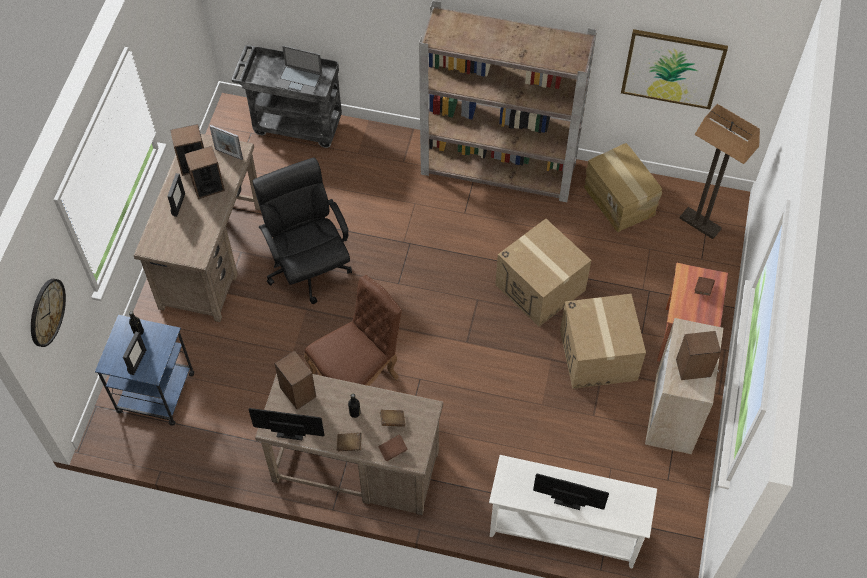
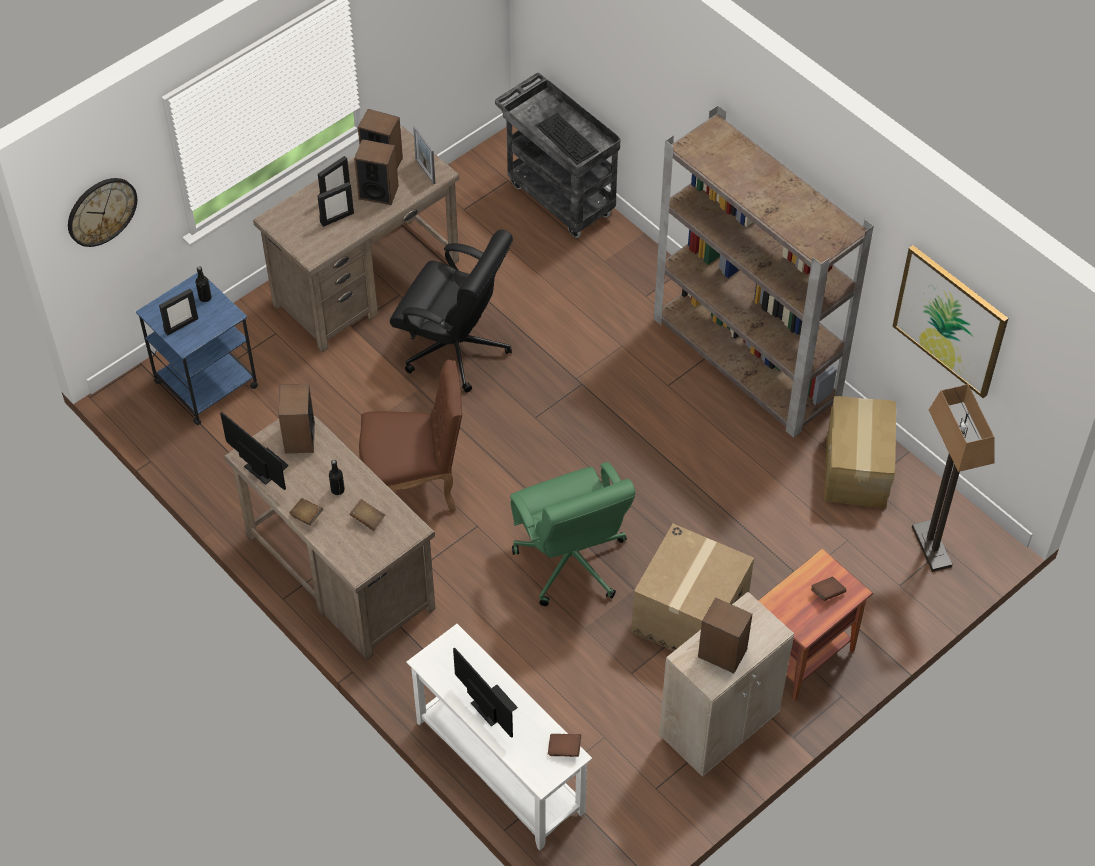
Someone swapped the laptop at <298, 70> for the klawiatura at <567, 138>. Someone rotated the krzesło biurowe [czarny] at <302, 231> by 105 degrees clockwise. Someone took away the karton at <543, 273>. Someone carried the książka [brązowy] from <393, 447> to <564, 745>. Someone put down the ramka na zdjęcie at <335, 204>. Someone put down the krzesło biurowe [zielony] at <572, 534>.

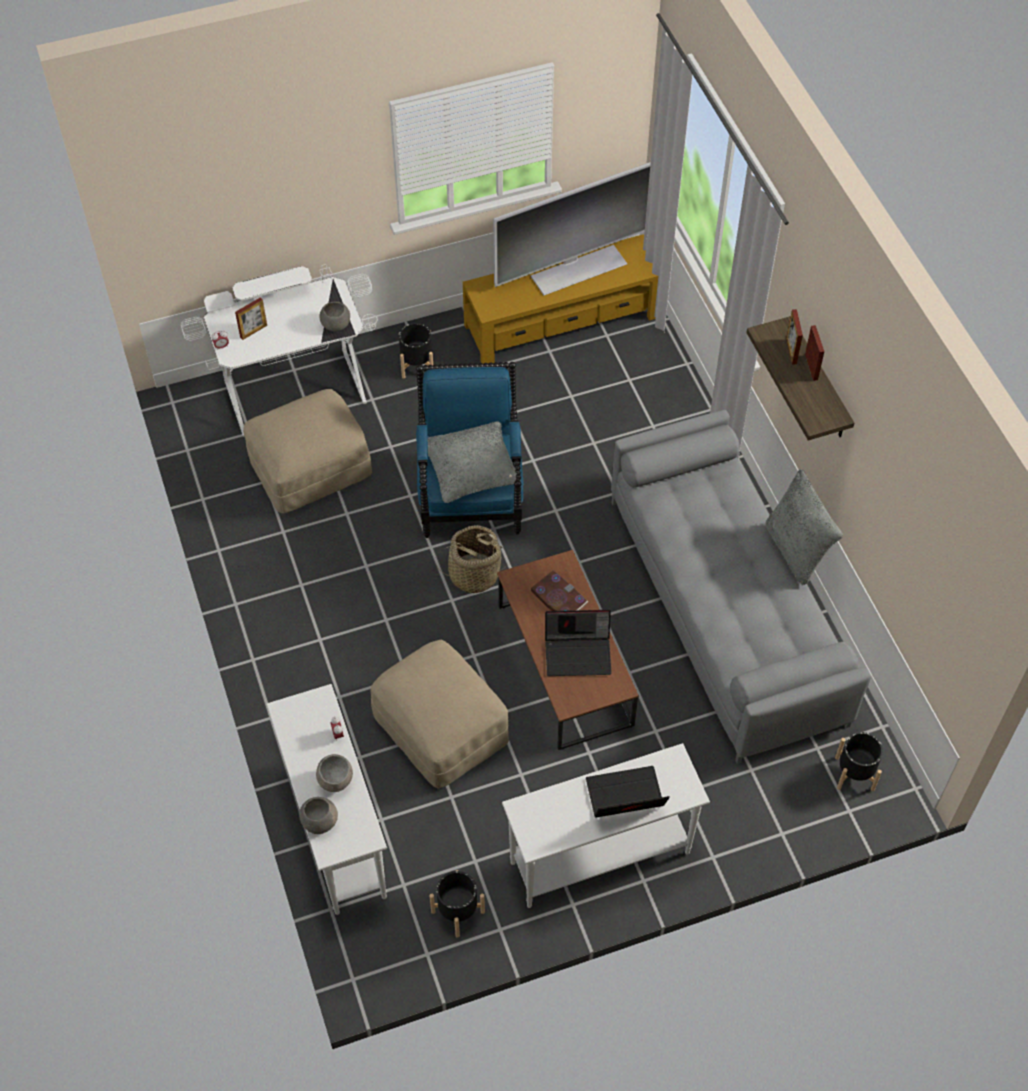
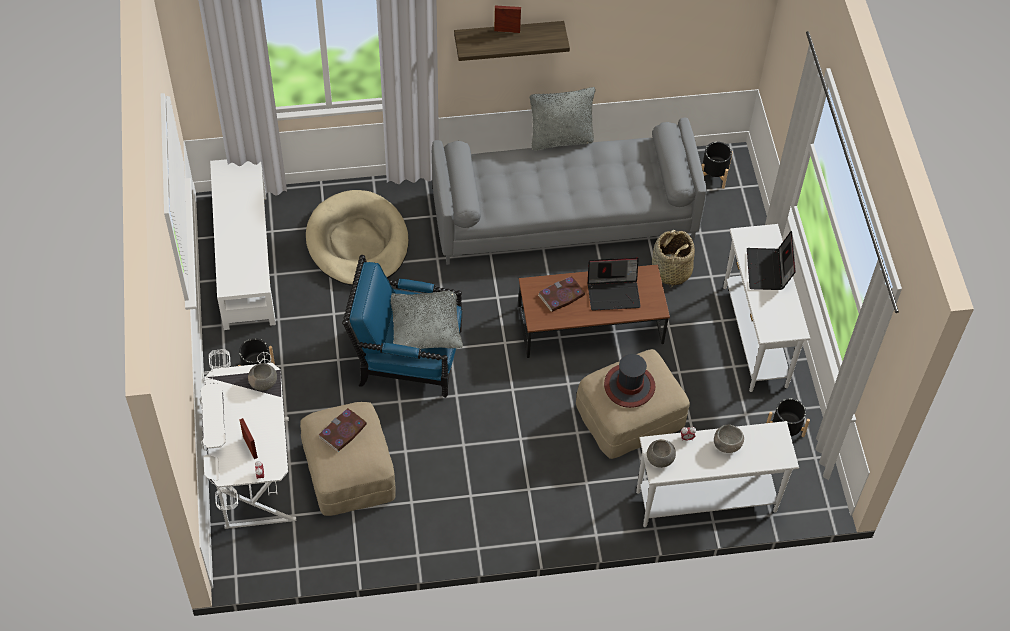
Someone took away the telewizor at <572, 228>. Someone repainted the szafka pod telewizor [żółty] at <560, 299>, which became the szafka pod telewizor [biały] at <243, 244>. Someone took away the ramka na zdjęcie at <794, 337>. Someone carried the koszyk from <470, 559> to <673, 259>. Someone rotated the laptop at <578, 643> by 75 degrees clockwise. Someone carried the miska [szary] from <318, 815> to <661, 453>. Someone put down the legowisko [beżowy] at <357, 238>. Someone put down the kapelusz at <629, 381>. Someone put down the książka at <343, 430>.

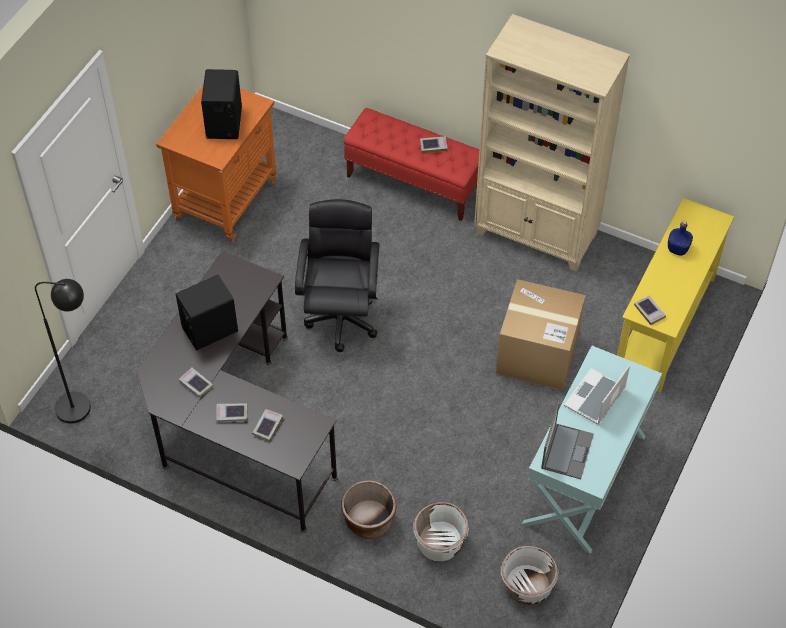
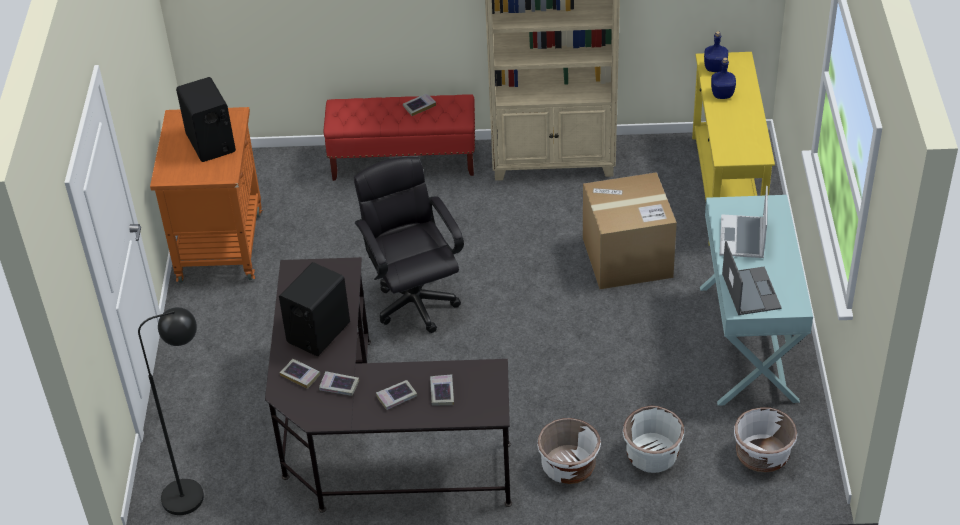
Someone carried the książka from <650, 310> to <300, 374>. Someone repainted the donica [brązowy] at <369, 509>, which became the donica [biały] at <569, 451>. Someone put down the butelka [niebieski] at <716, 51>.

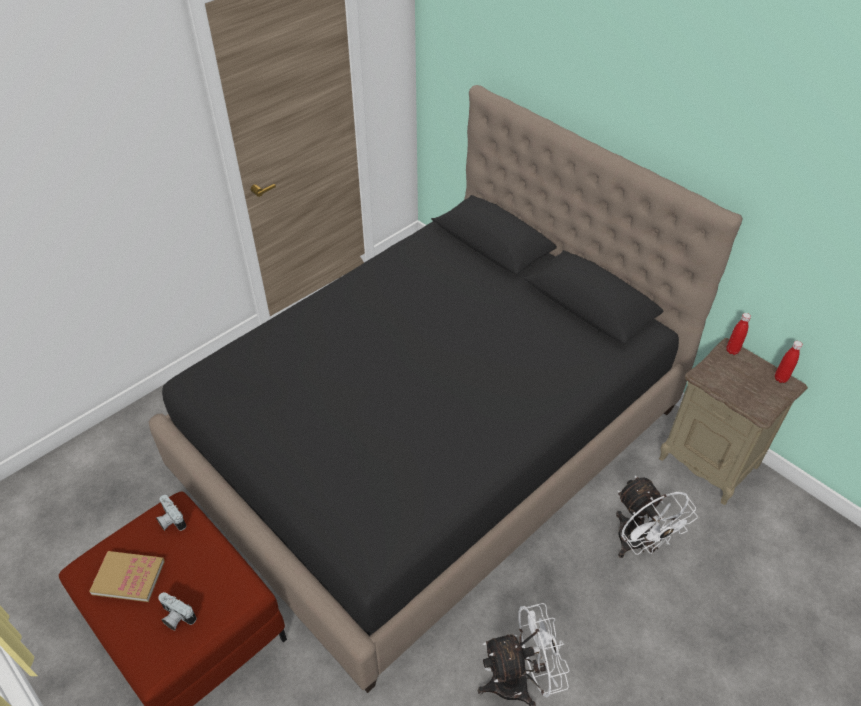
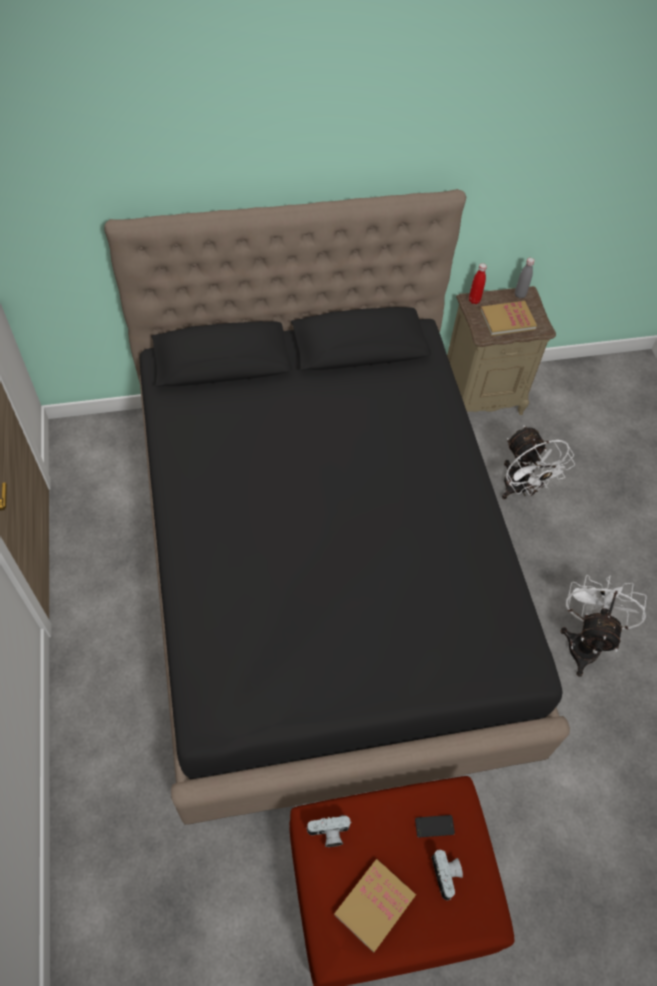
Someone repainted the butelka [czerwony] at <789, 362>, which became the butelka [szary] at <525, 278>. Someone rotated the wentylator [biały] at <657, 517> by 60 degrees clockwise. Someone rotated the aparat fotograficzny at <177, 611> by 75 degrees counterclockwise. Someone put down the książka at <508, 318>. Someone put down the telefon at <435, 826>.

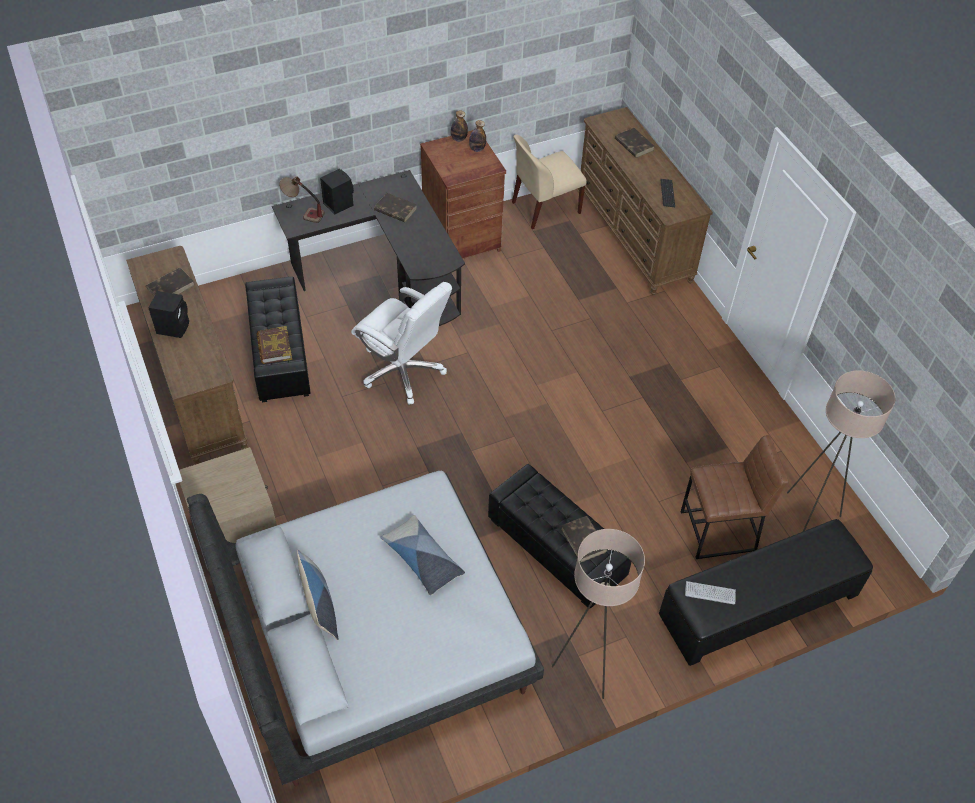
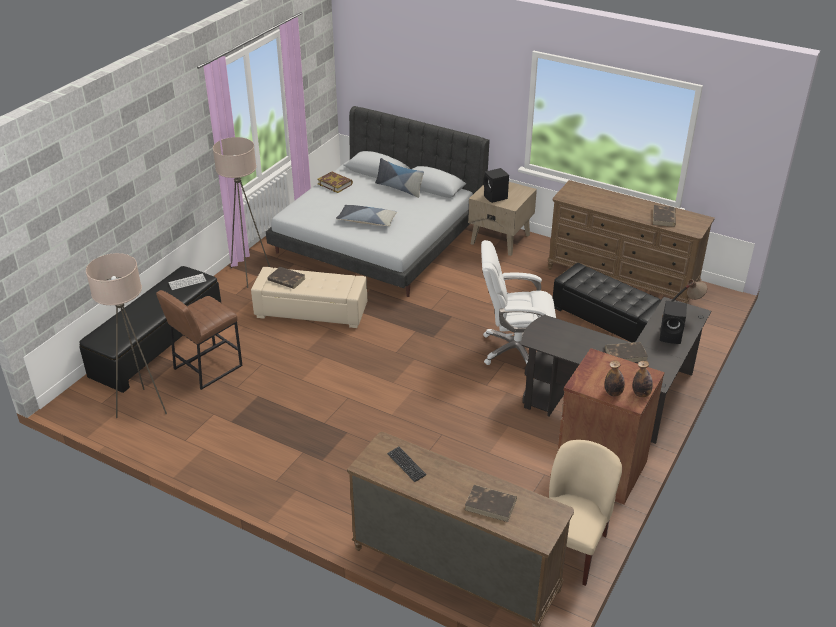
Someone carried the głośnik [czarny] from <168, 314> to <496, 185>. Someone carried the książka from <274, 345> to <335, 182>. Someone repainted the pufa [czarny] at <560, 536>, which became the pufa [beżowy] at <309, 297>.

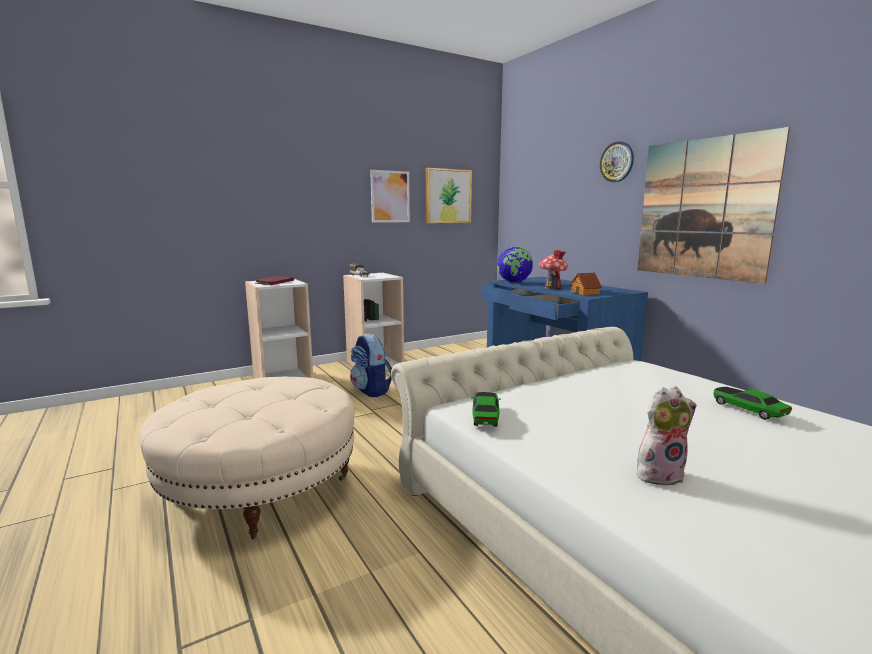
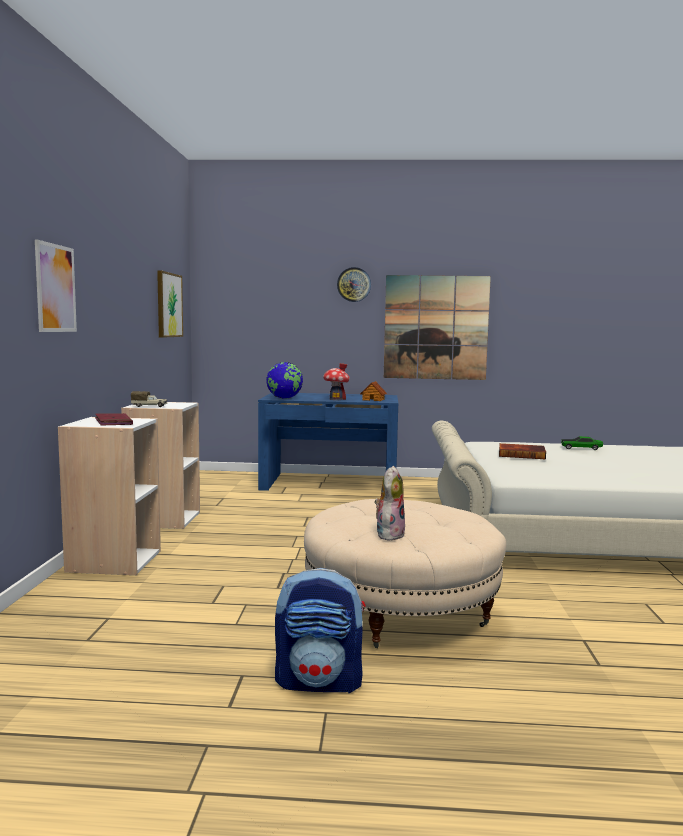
Someone carried the obraz from <390, 196> to <56, 285>. Someone carried the plecak from <371, 365> to <320, 630>. Someone carried the pluszak from <667, 436> to <389, 503>. Someone took away the samochodzik at <486, 409>. Someone put down the książka at <522, 451>.

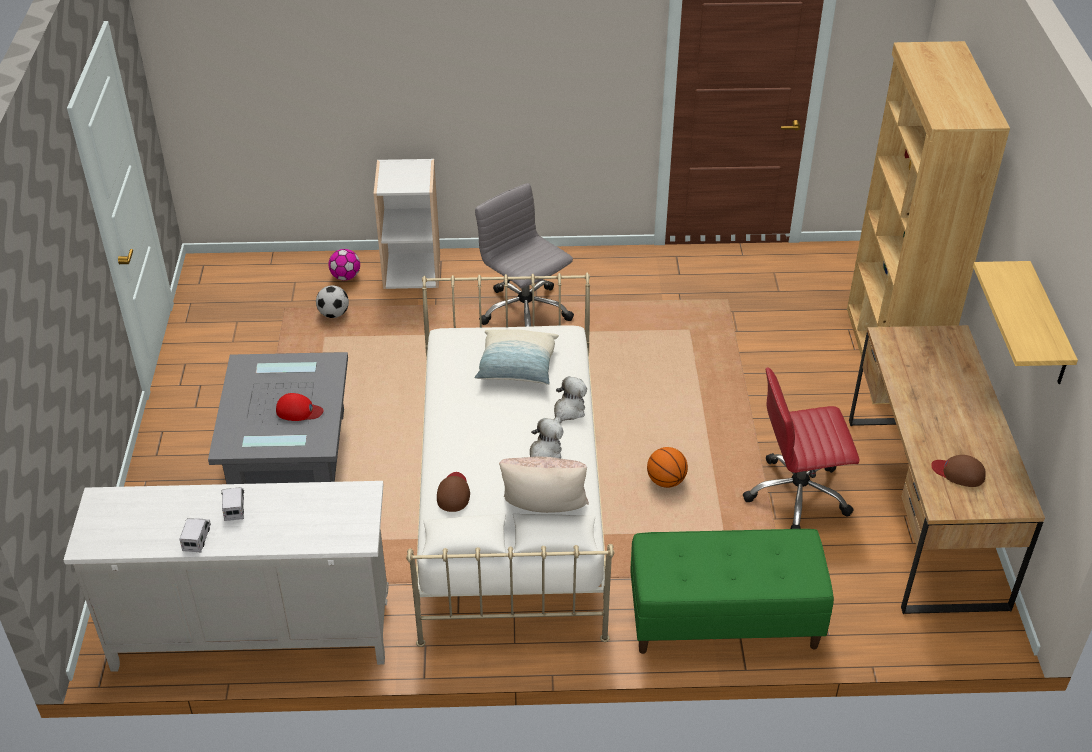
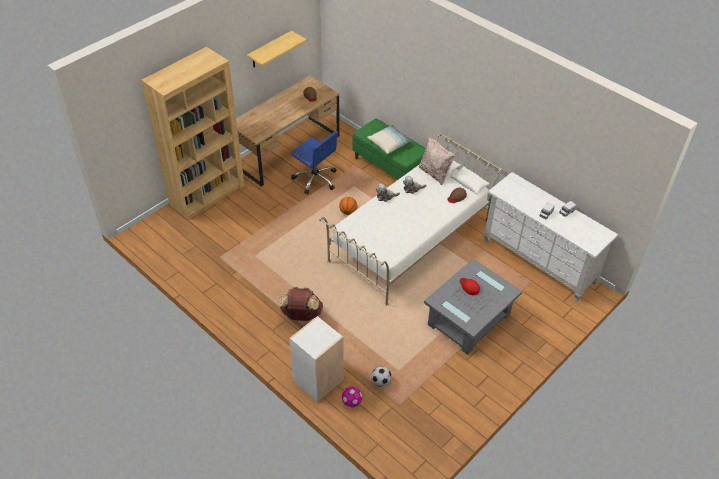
Someone swapped the krzesło biurowe [szary] at <524, 255> for the plecak [brązowy] at <301, 304>. Someone carried the poduszka from <517, 357> to <389, 139>. Someone repainted the krzesło biurowe [czerwony] at <801, 448>, which became the krzesło biurowe [niebieski] at <314, 162>.

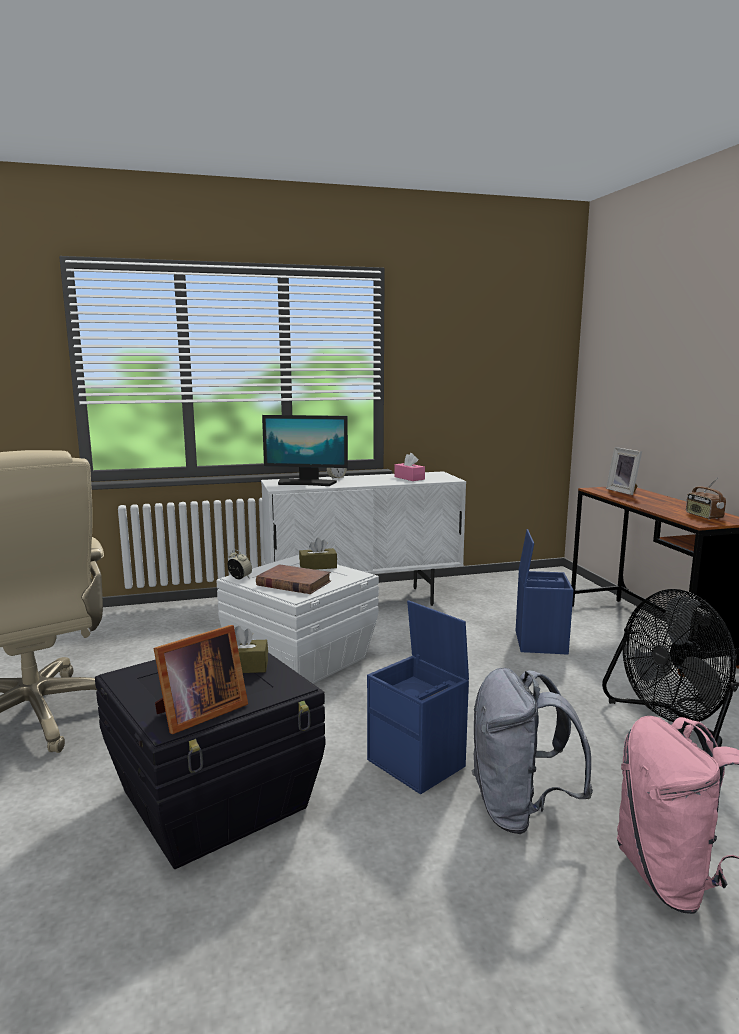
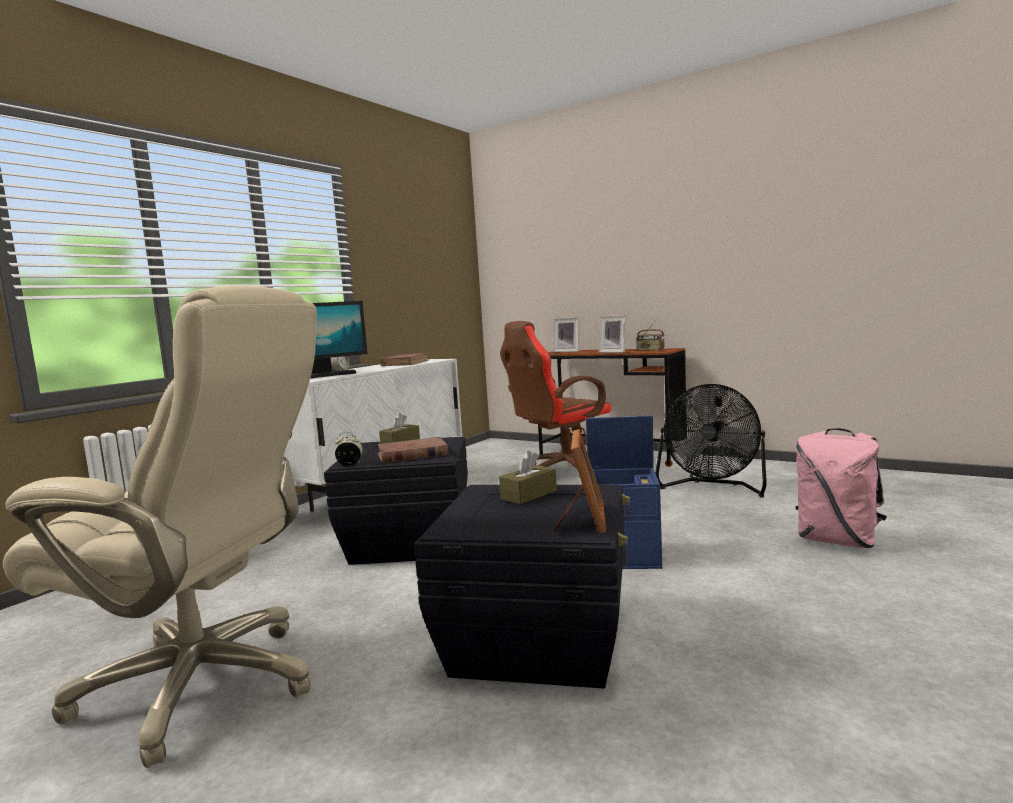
Someone swapped the pudełko chusteczek [różowy] at <409, 467> for the książka [brązowy] at <405, 359>. Someone swapped the pojemnik do przechowywania [niebieski] at <544, 592> for the krzesło biurowe [brązowy] at <555, 395>. Someone repainted the pojemnik do przechowywania [biały] at <297, 619>, which became the pojemnik do przechowywania [czarny] at <396, 501>. Someone took away the plecak [szary] at <532, 751>. Someone put down the ramka na zdjęcie at <612, 334>.

